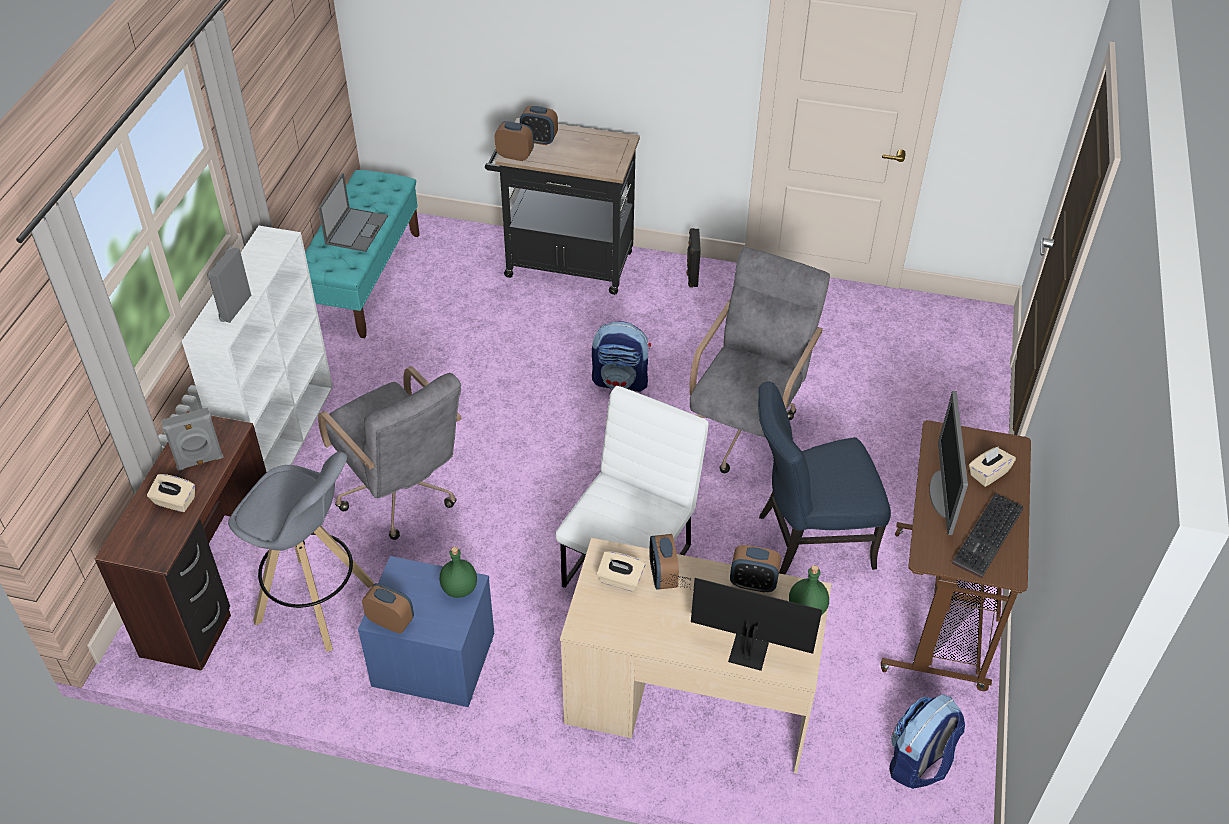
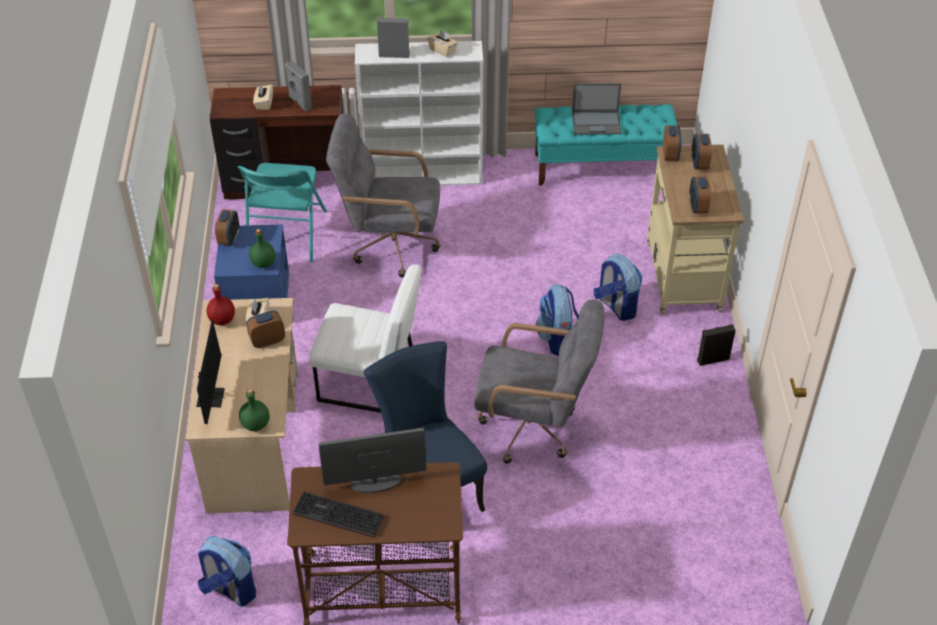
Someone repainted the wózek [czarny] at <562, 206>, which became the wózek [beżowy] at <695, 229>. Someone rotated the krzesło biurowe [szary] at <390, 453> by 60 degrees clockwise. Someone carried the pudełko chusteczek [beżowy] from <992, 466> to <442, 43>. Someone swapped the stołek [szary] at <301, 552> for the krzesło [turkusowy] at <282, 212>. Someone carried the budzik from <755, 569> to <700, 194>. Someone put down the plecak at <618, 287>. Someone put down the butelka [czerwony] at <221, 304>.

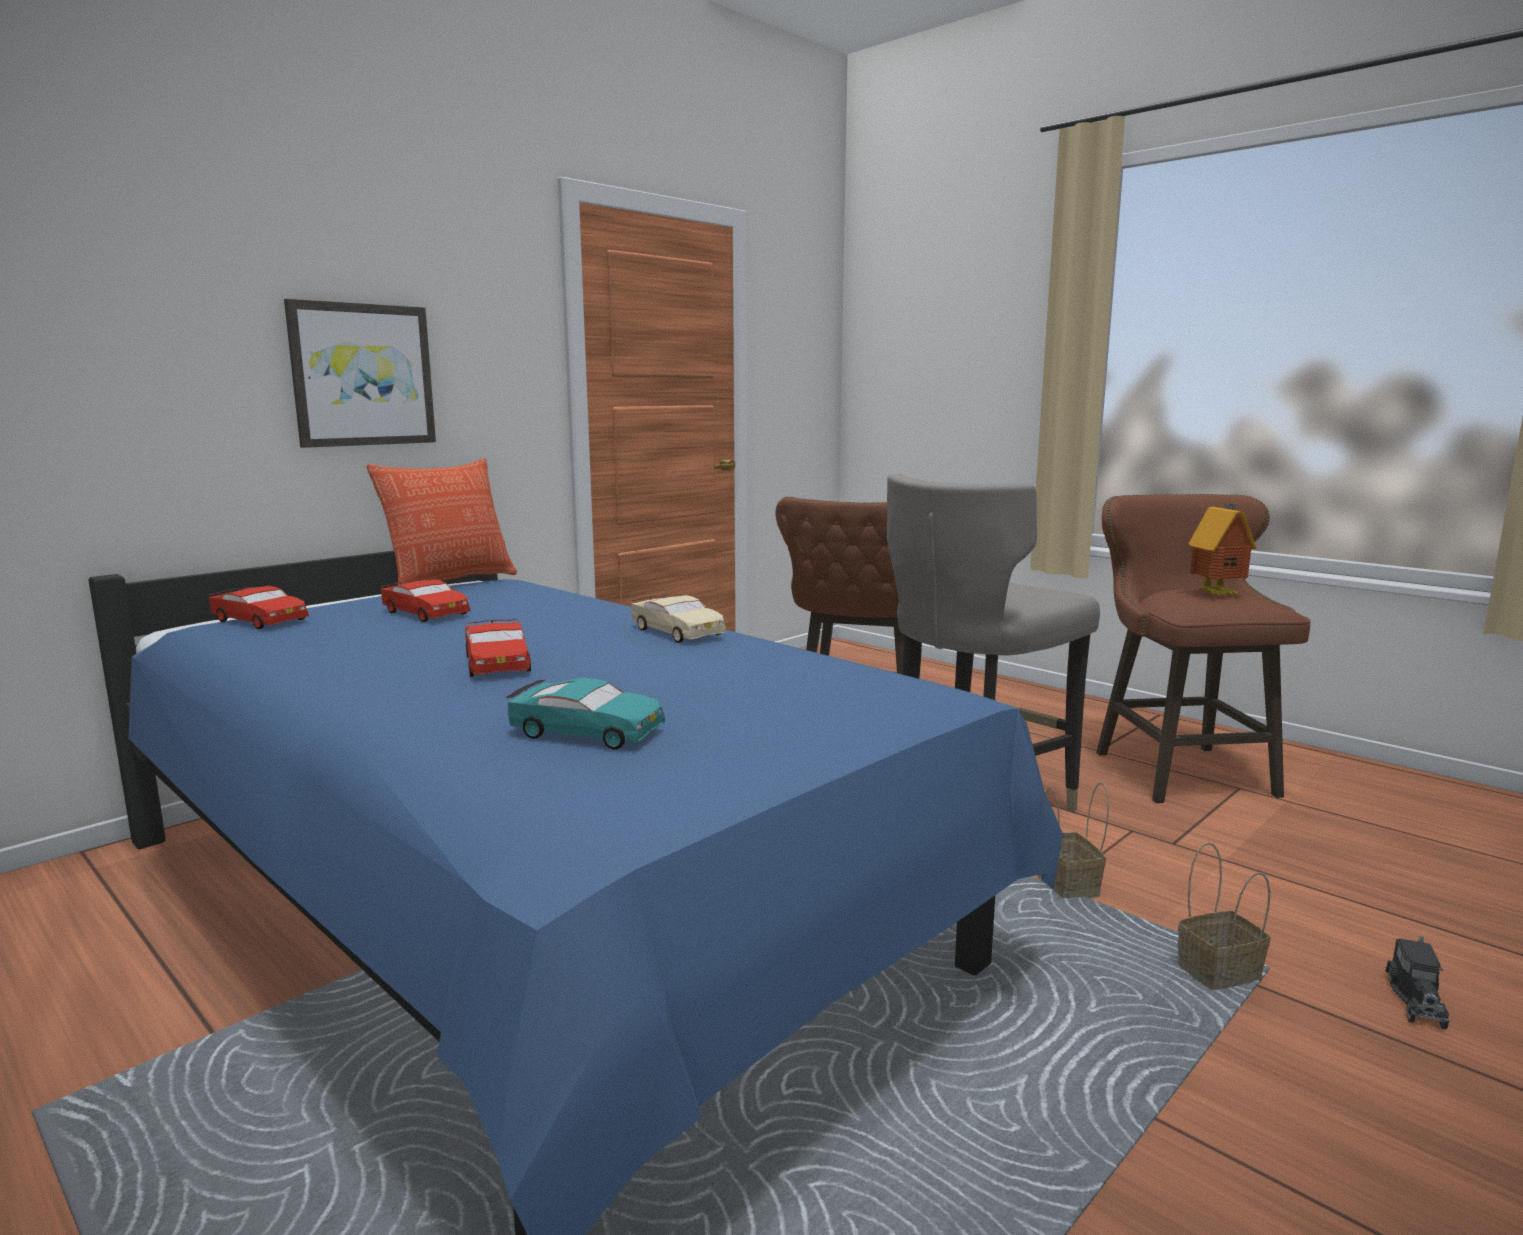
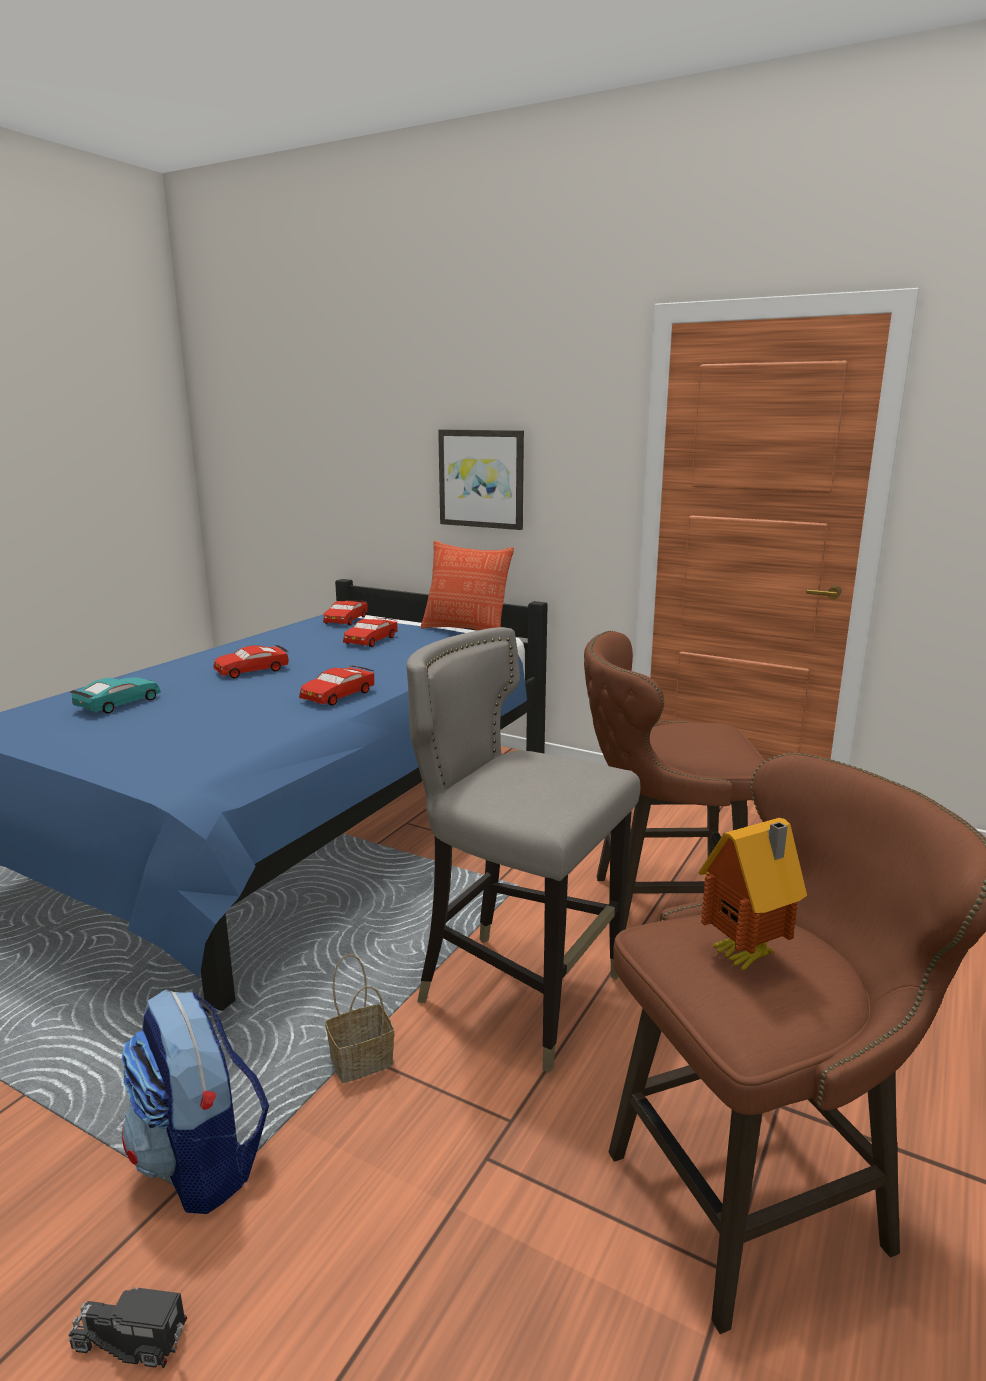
Someone repainted the samochodzik [beżowy] at <678, 619>, which became the samochodzik [czerwony] at <337, 685>. Someone rotated the samochodzik [turkusowy] at <585, 714> by 150 degrees counterclockwise. Someone swapped the koszyk at <1224, 916> for the plecak at <195, 1101>.

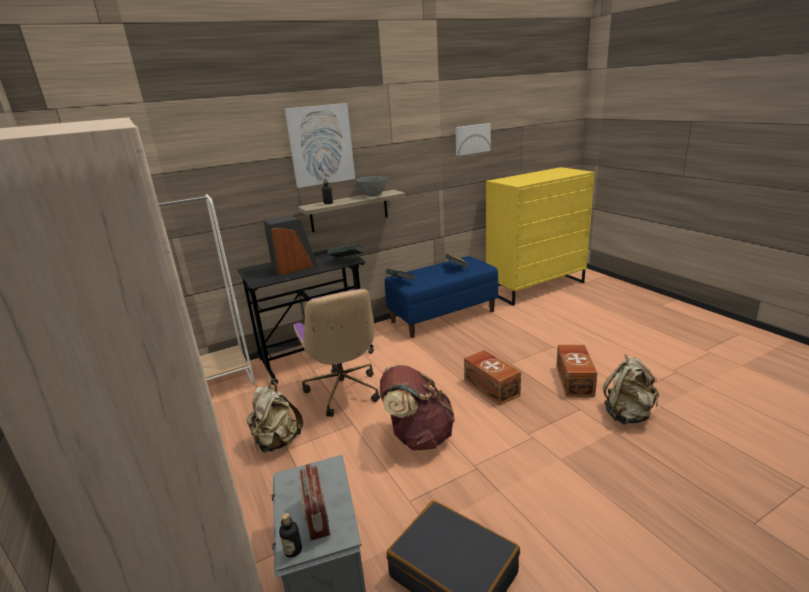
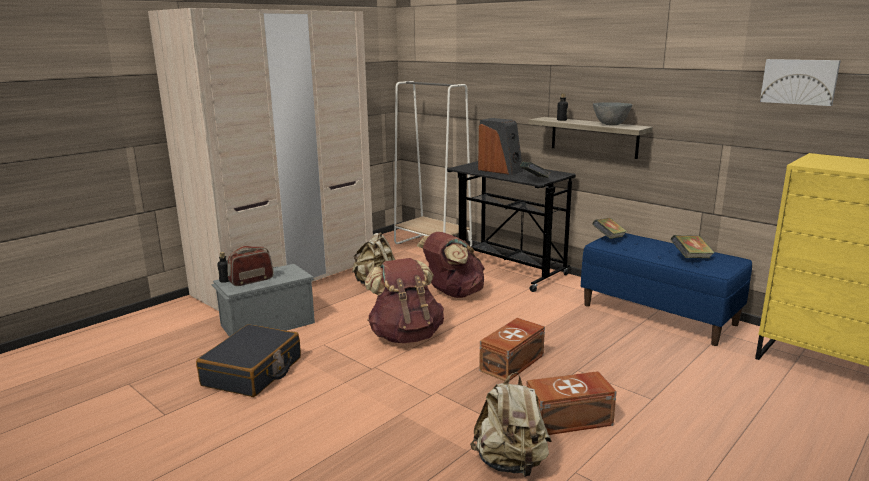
Someone took away the obraz at <320, 145>. Someone swapped the krzesło biurowe [fioletowy] at <337, 353> for the plecak [brązowy] at <451, 265>.

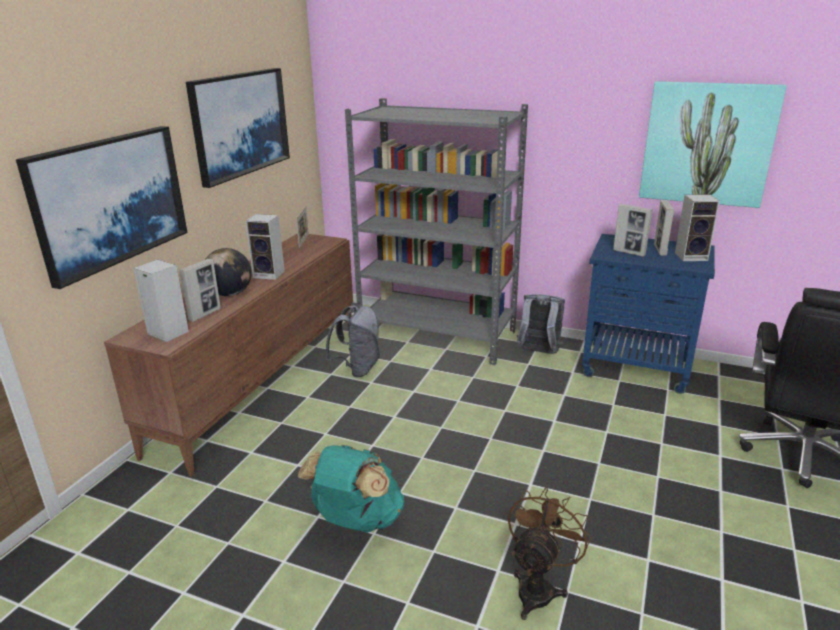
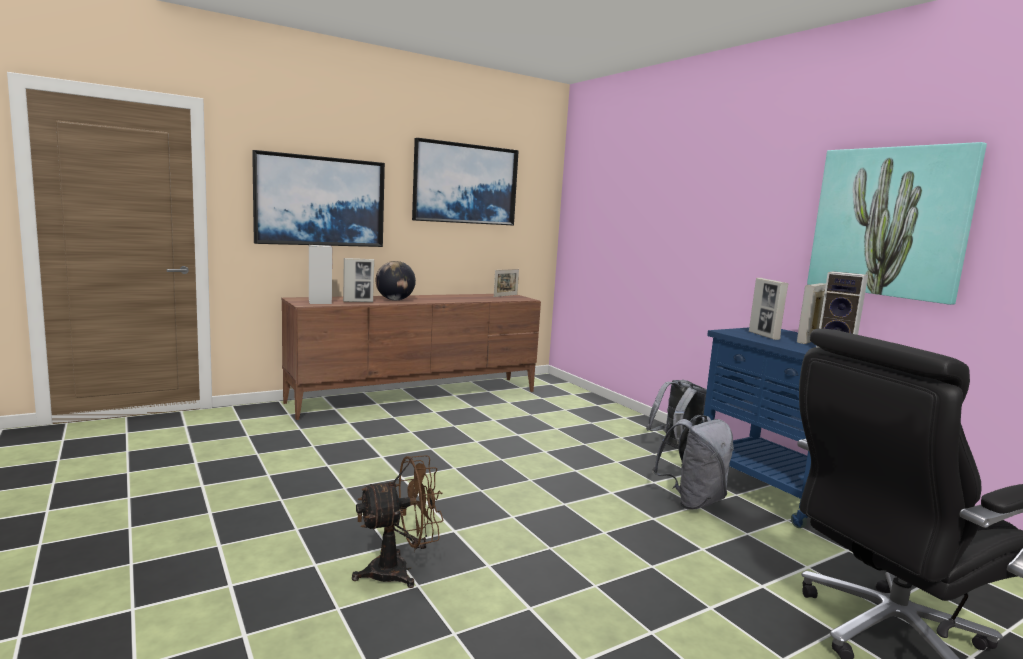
Someone took away the regał [szary] at <436, 231>. Someone took away the głośnik at <265, 247>. Someone carried the plecak [szary] from <352, 341> to <693, 462>. Someone took away the plecak [turkusowy] at <351, 489>.

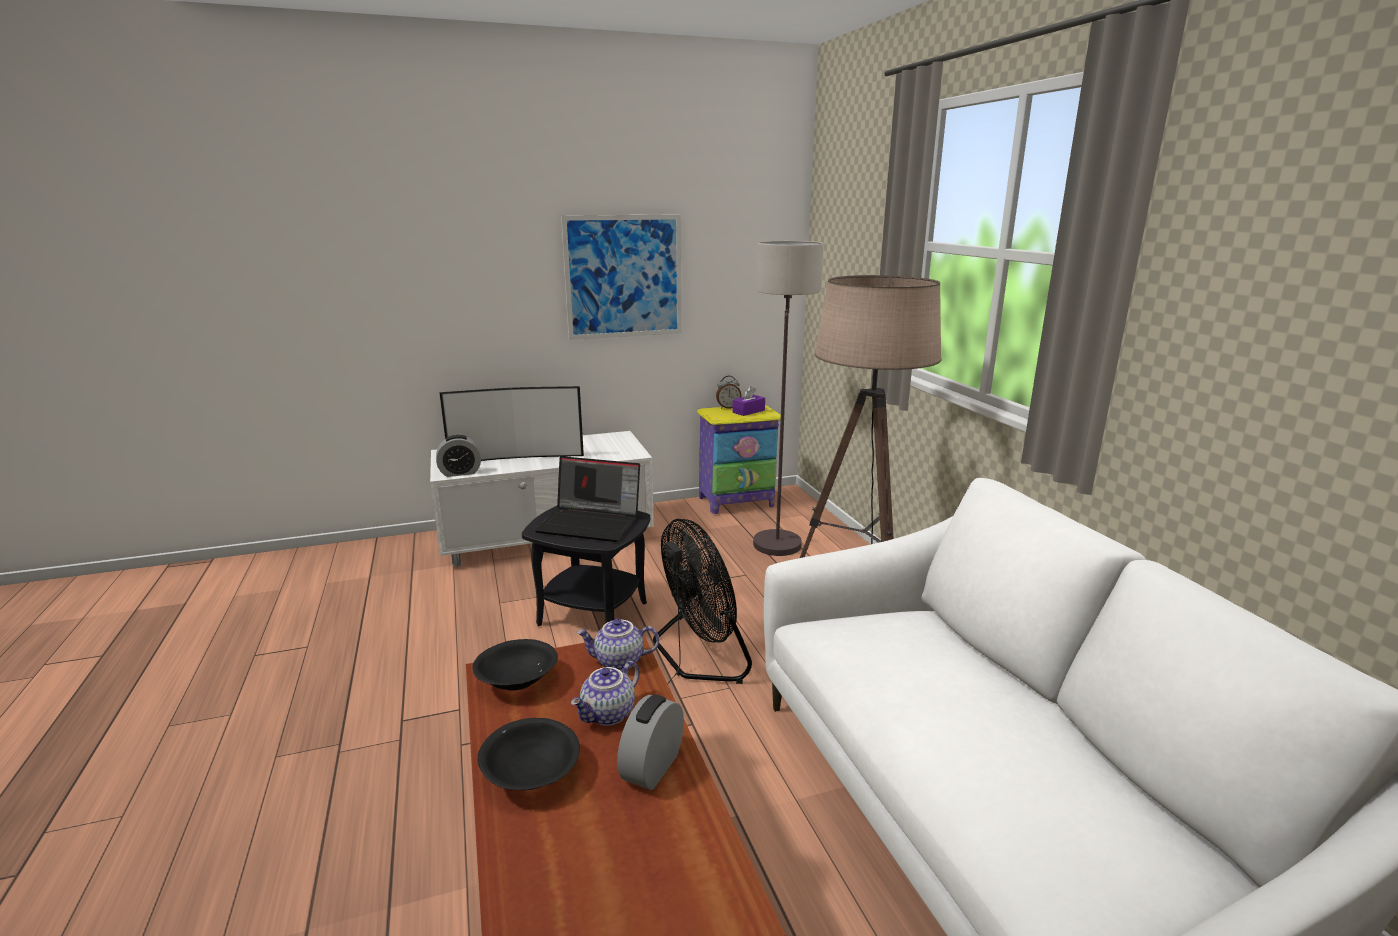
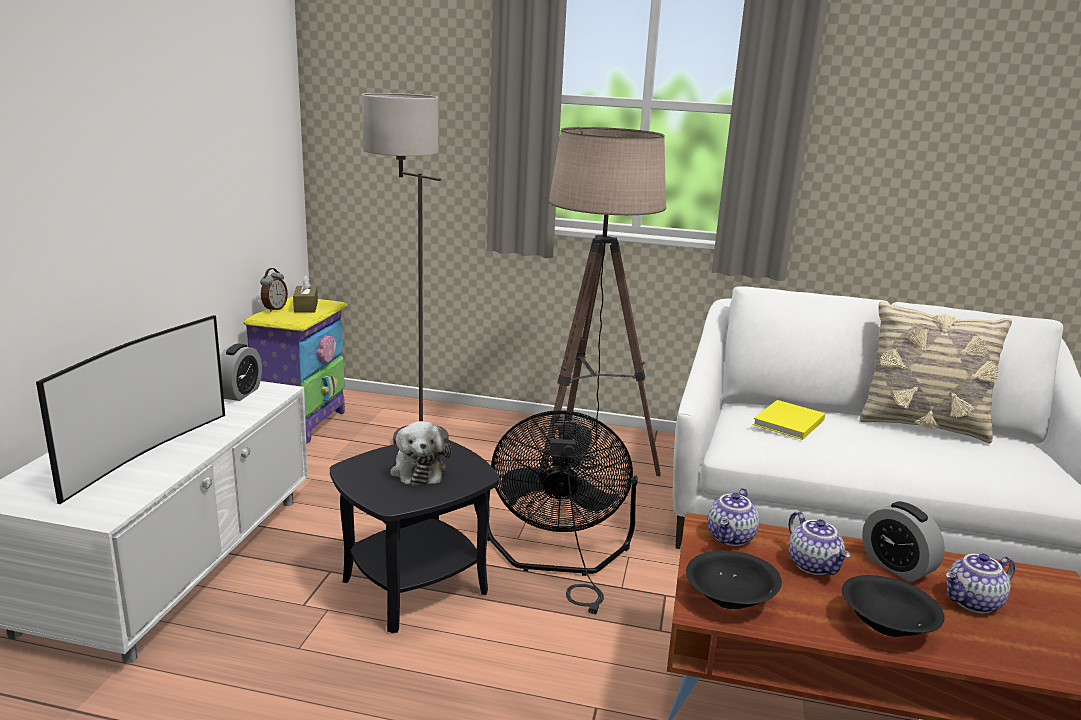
Someone took away the obraz at <621, 277>. Someone repainted the pudełko chusteczek [fioletowy] at <748, 401>, which became the pudełko chusteczek [brązowy] at <305, 294>. Someone carried the budzik from <458, 456> to <241, 372>. Someone swapped the laptop at <587, 499> for the pluszak at <420, 453>. Someone put down the poduszka [beżowy] at <936, 372>. Someone put down the książka [żółty] at <789, 420>. Someone put down the imbryk at <980, 583>.

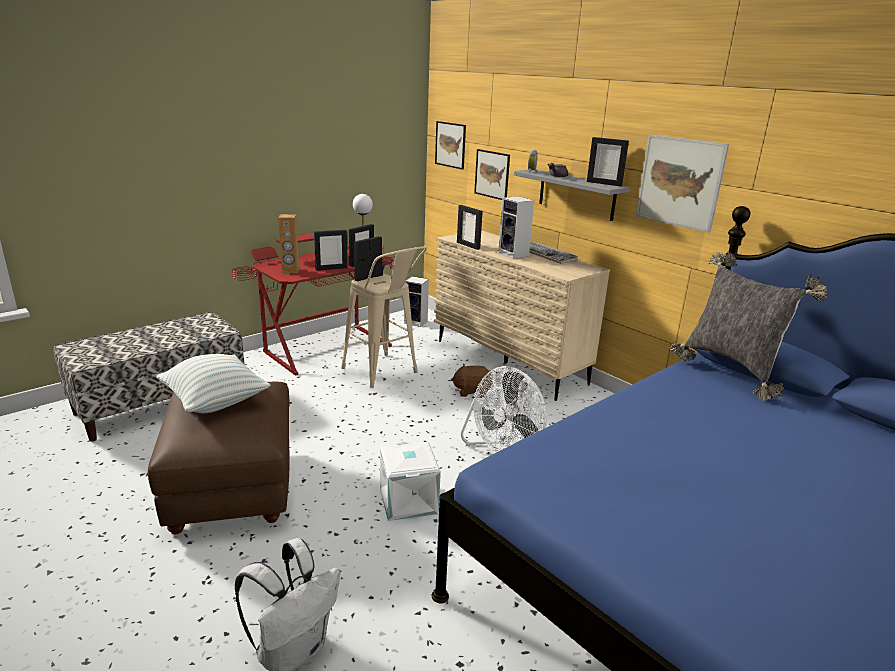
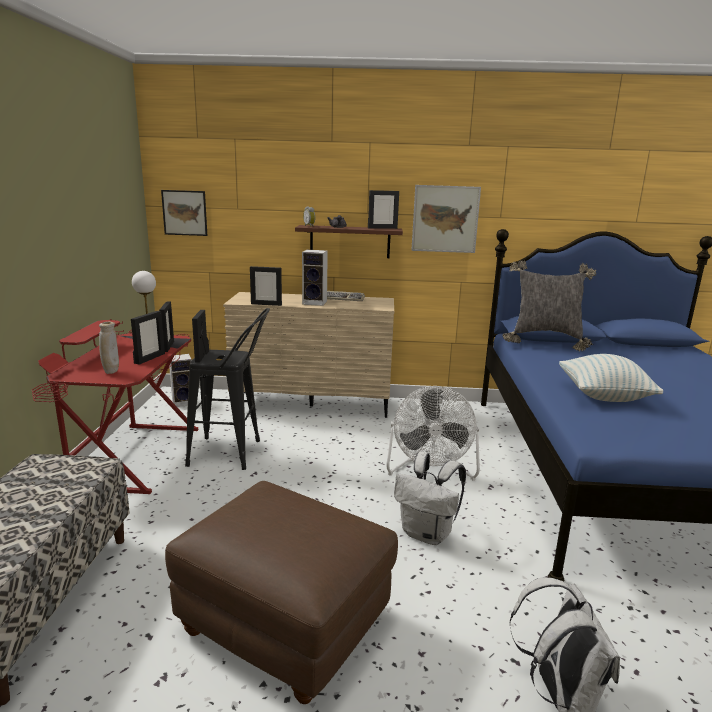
Someone took away the obraz at <492, 174>. Someone repainted the półka [szary] at <572, 195>, which became the półka [brązowy] at <349, 241>. Someone swapped the głośnik [brązowy] at <289, 243> for the wazon [beżowy] at <109, 348>. Someone repainted the stołek [beżowy] at <384, 317>, which became the stołek [czarny] at <227, 389>. Someone carried the poduszka from <213, 383> to <611, 378>. Someone took away the pluszak [brązowy] at <472, 381>. Someone swapped the pojemnik do przechowywania [biały] at <410, 481> for the plecak [biały] at <430, 498>.

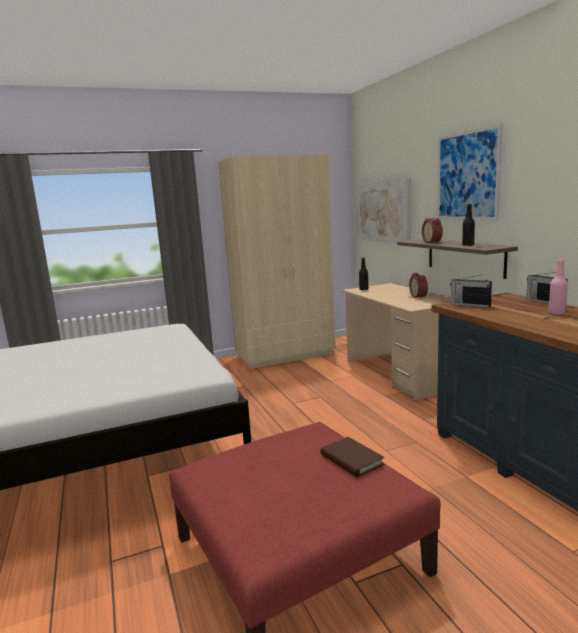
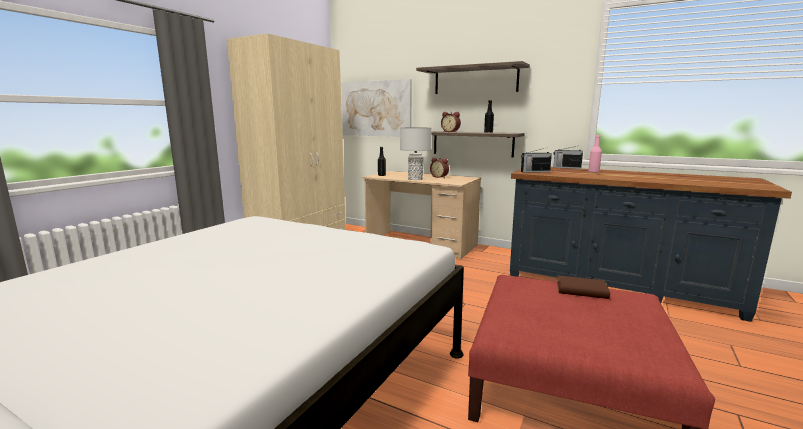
Someone swapped the obraz at <470, 172> for the półka at <473, 77>. Someone put down the lampa stołowa [biały] at <416, 153>.

